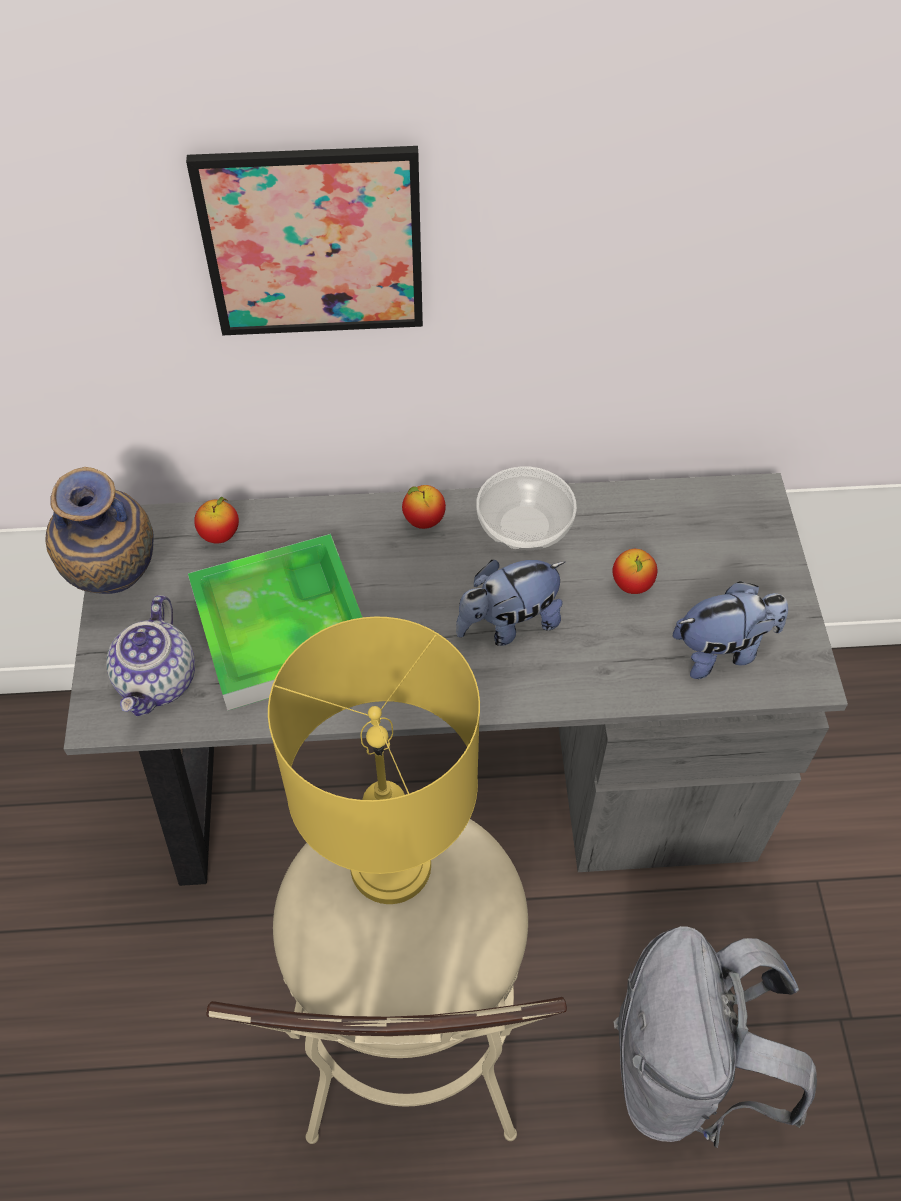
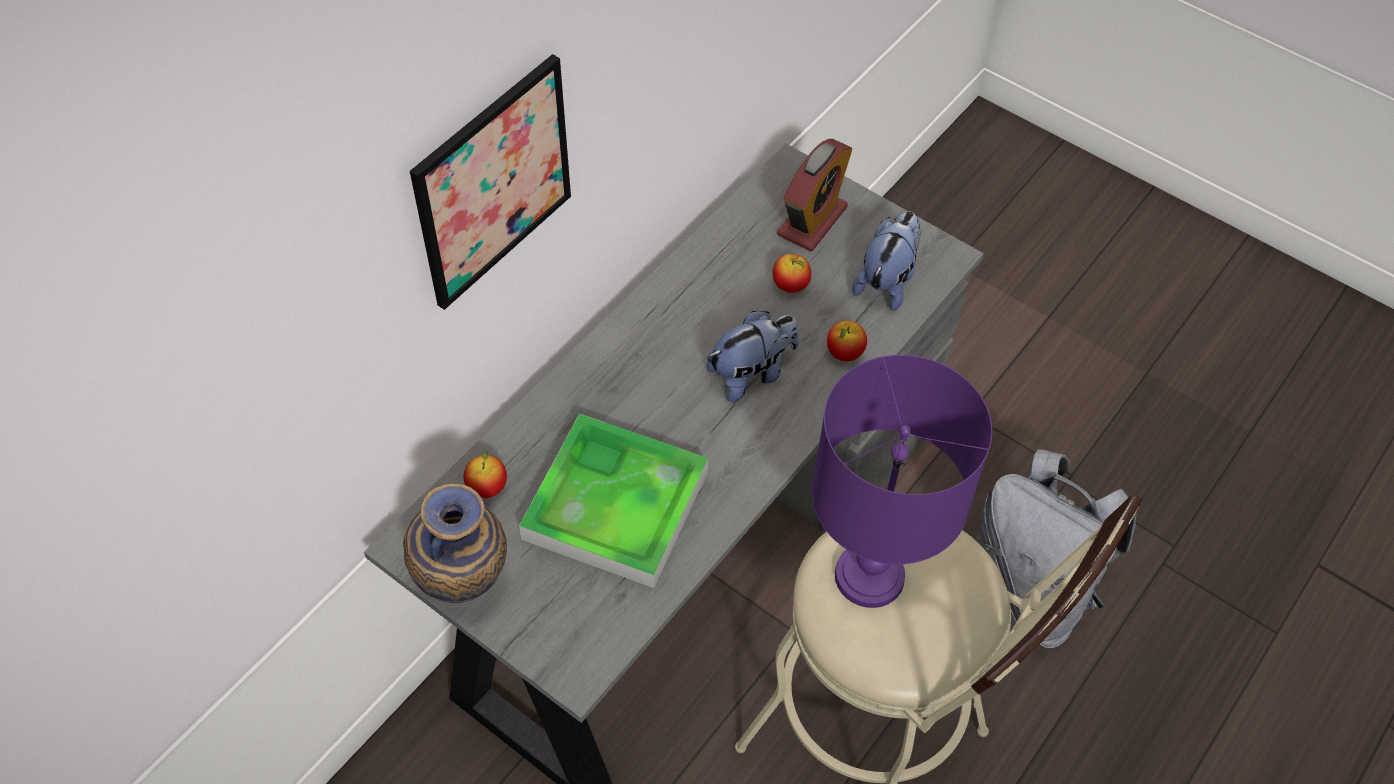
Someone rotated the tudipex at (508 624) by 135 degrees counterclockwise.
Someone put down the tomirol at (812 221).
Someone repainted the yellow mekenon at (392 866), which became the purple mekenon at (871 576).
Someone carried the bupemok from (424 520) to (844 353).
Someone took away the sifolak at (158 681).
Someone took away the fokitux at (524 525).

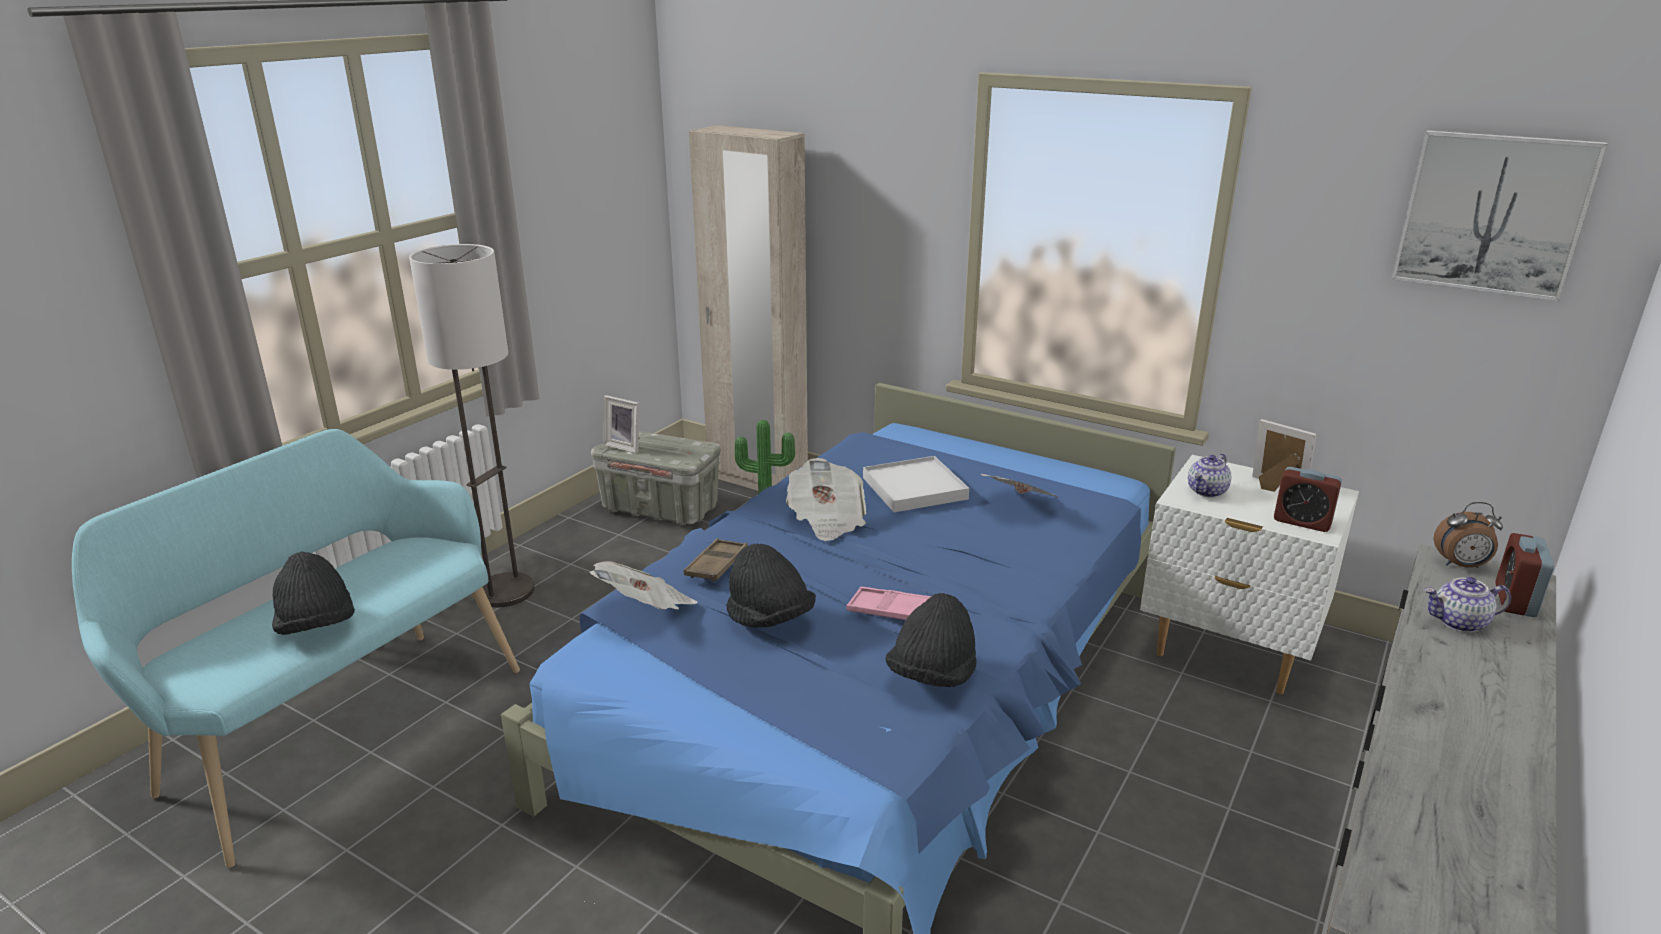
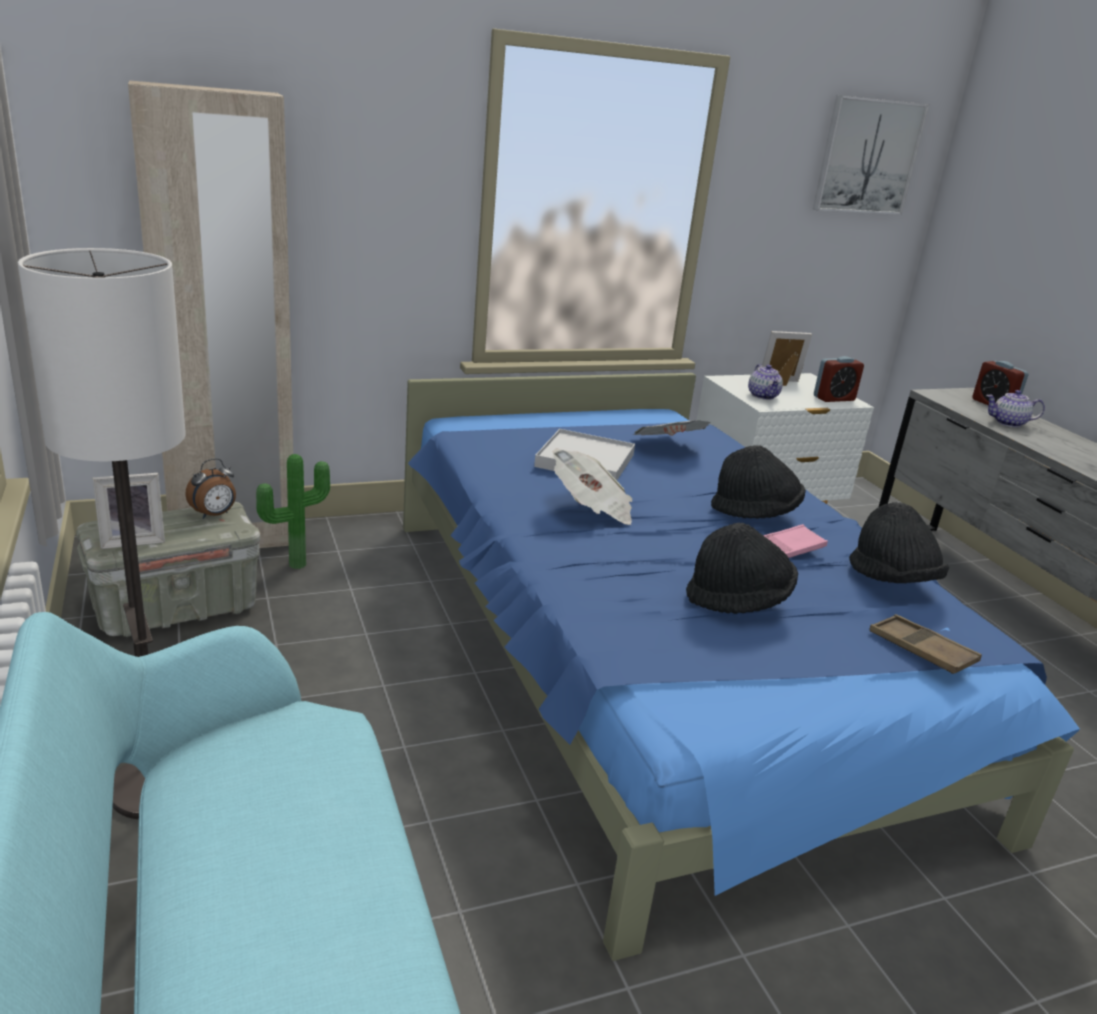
Someone carried the tomirol from (1461 565) to (214 515).
Someone carried the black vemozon from (317 626) to (755 512).
Someone carried the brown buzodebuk from (717 565) to (921 650).
Someone rotated the sifolak at (1459 623) by 60 degrees clockwise.
Someone took away the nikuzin at (646 609).

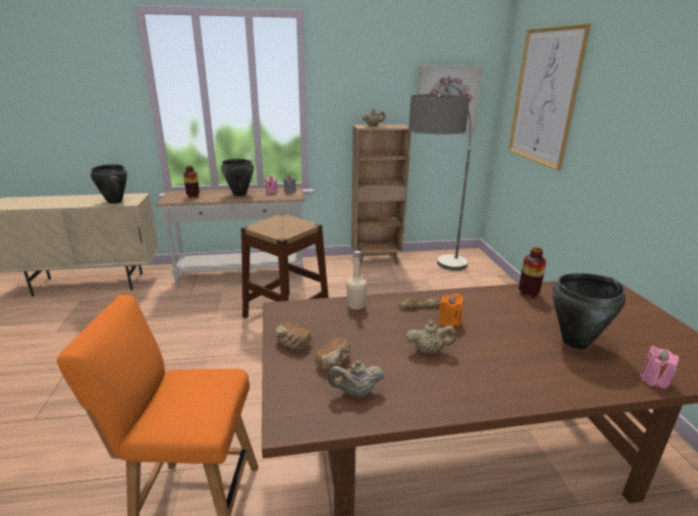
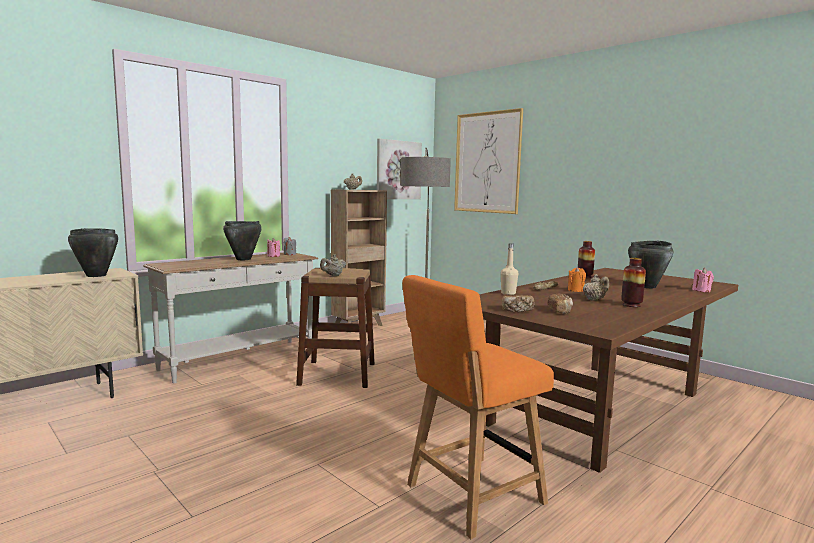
Someone carried the beige sifolak from (356 393) to (333 275).
Someone carried the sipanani from (193 196) to (631 305).

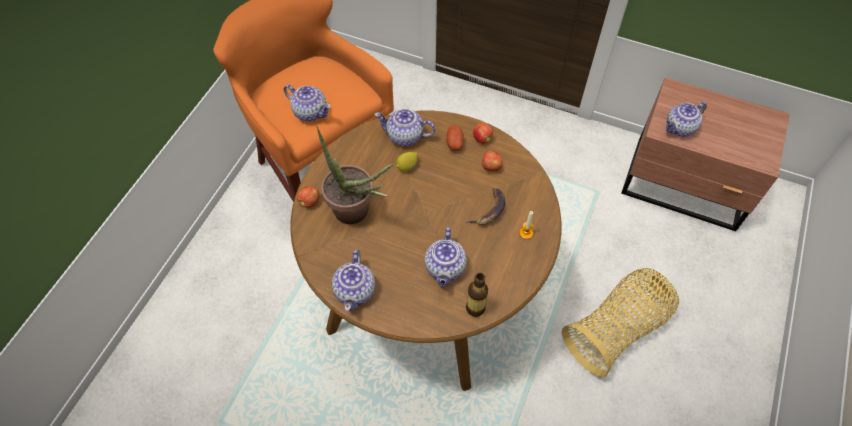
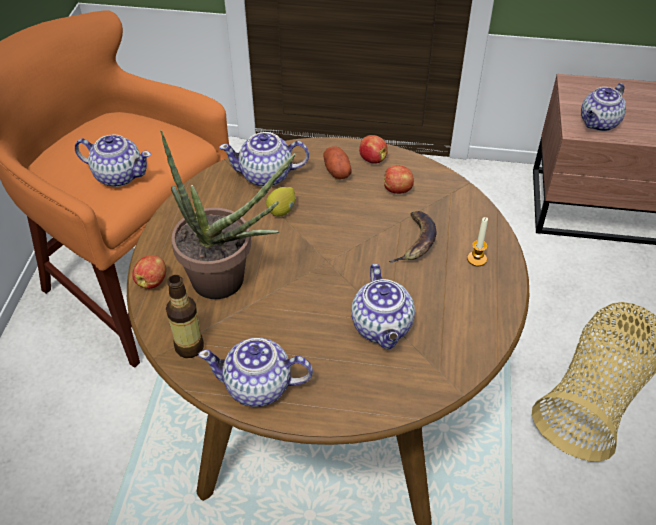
Someone carried the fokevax from (475 308) to (189 347).
Someone rotated the sifolak at (355 291) by 105 degrees clockwise.

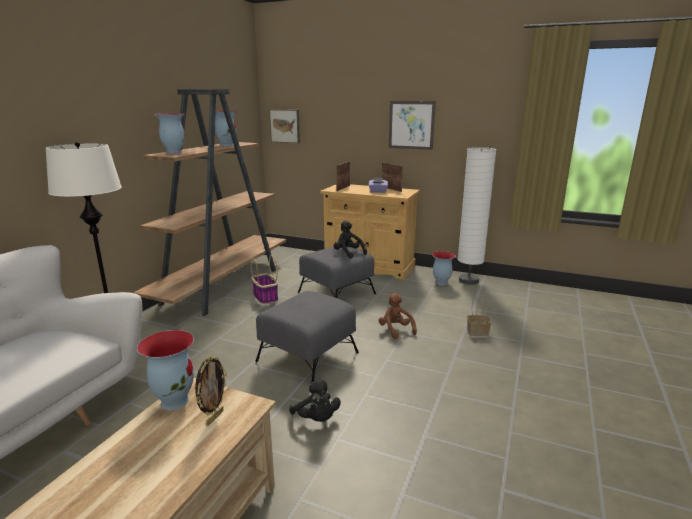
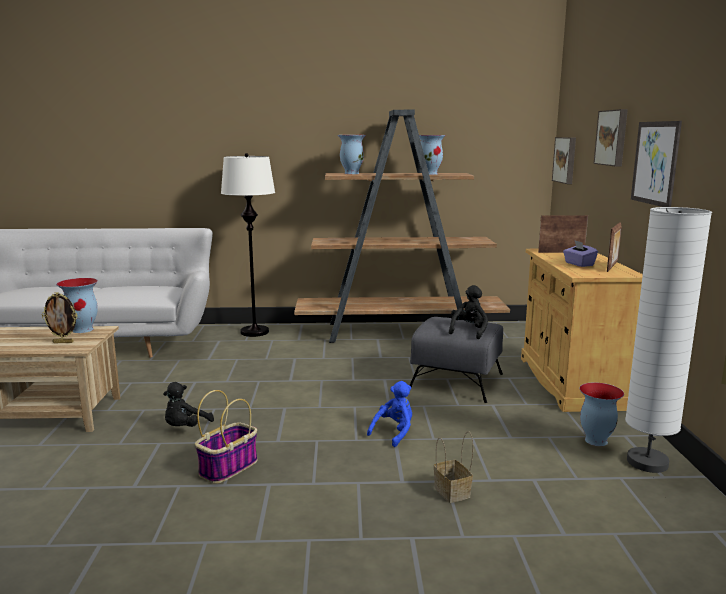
Someone carried the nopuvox from (265 297) to (228 467).
Someone repainted the brown tudipex at (395 330), which became the blue tudipex at (394 433).
Someone put up the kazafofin at (613 137).
Someone took away the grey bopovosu at (308 356).

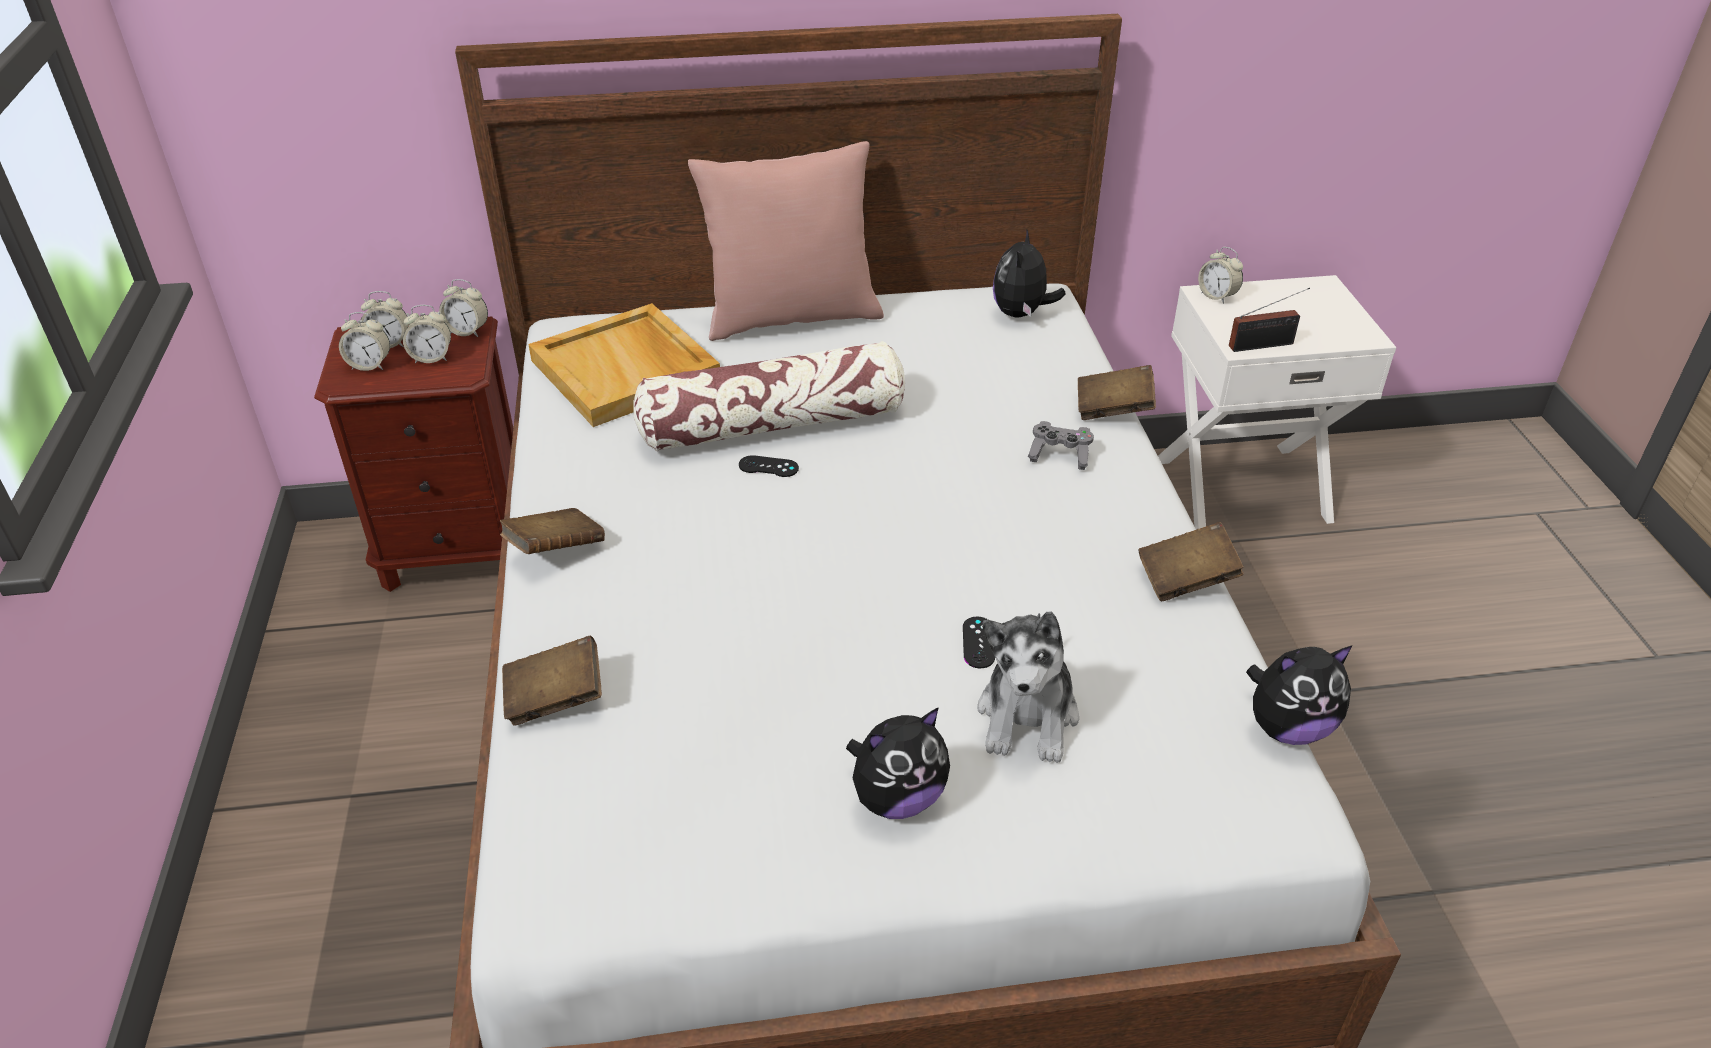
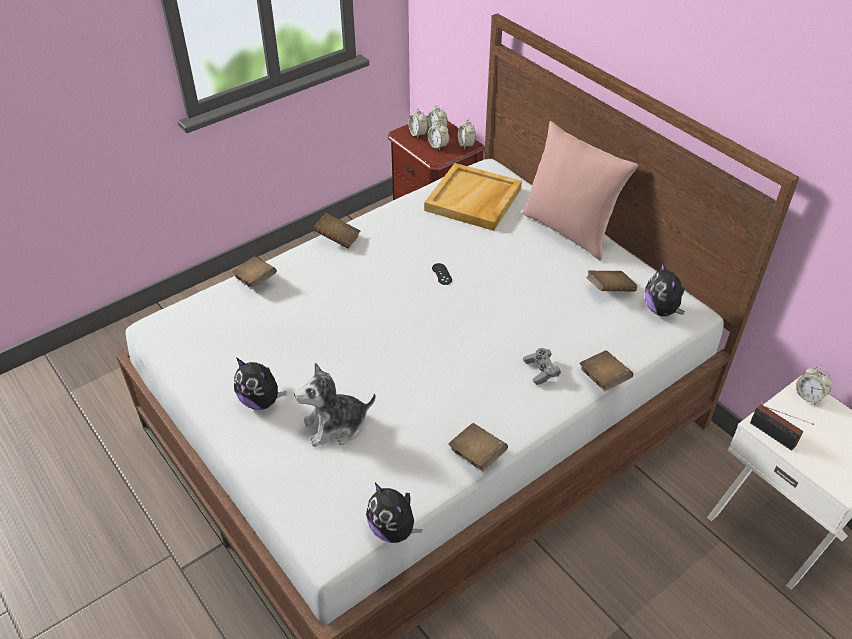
Someone put down the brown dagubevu at (609 290).
Someone rotated the tudipex at (1021 314) by 90 degrees counterclockwise.
Someone rotated the tomirol at (1217 296) by 60 degrees counterclockwise.
Someone took away the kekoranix at (773 424).
Someone took away the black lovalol at (978 642).

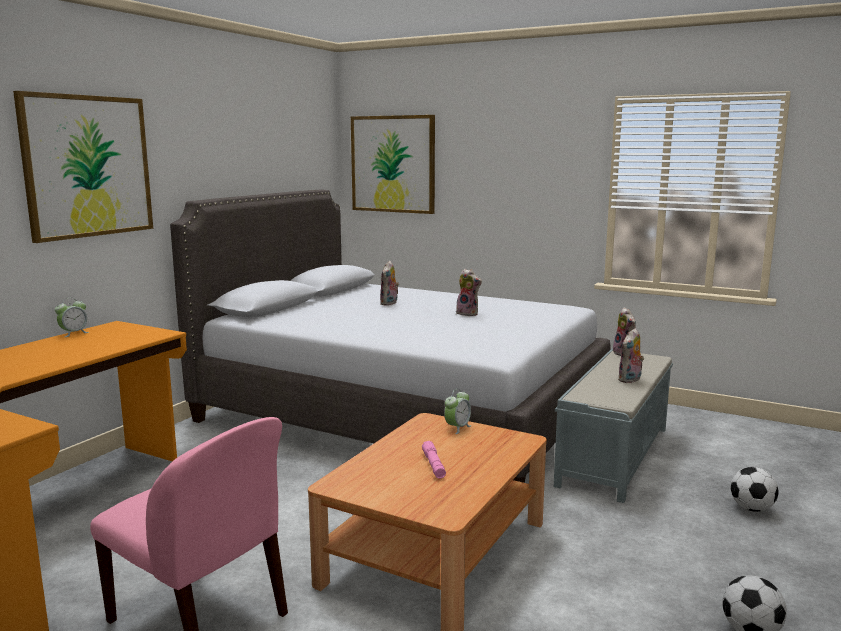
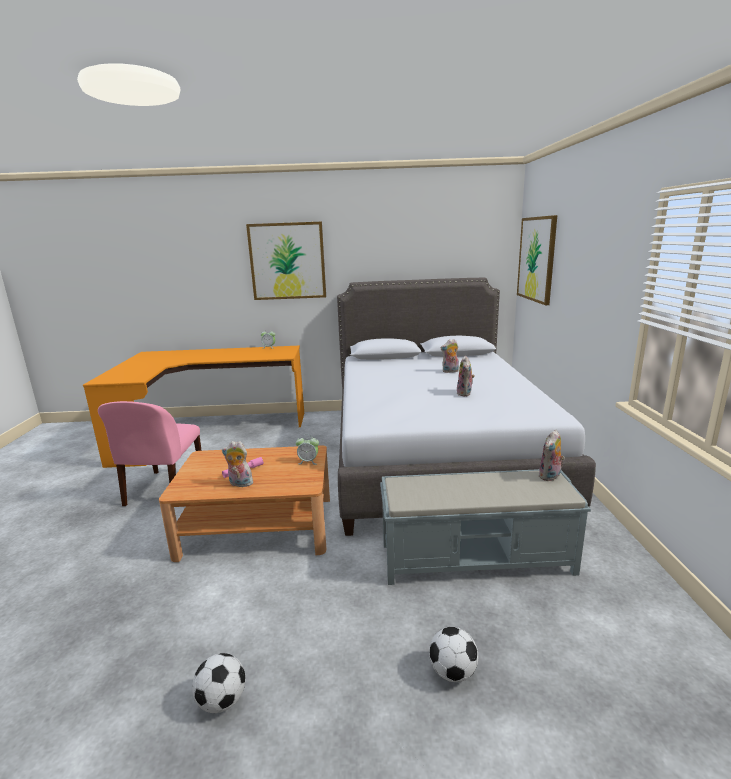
Someone carried the tudipex from (630 380) to (239 484).

